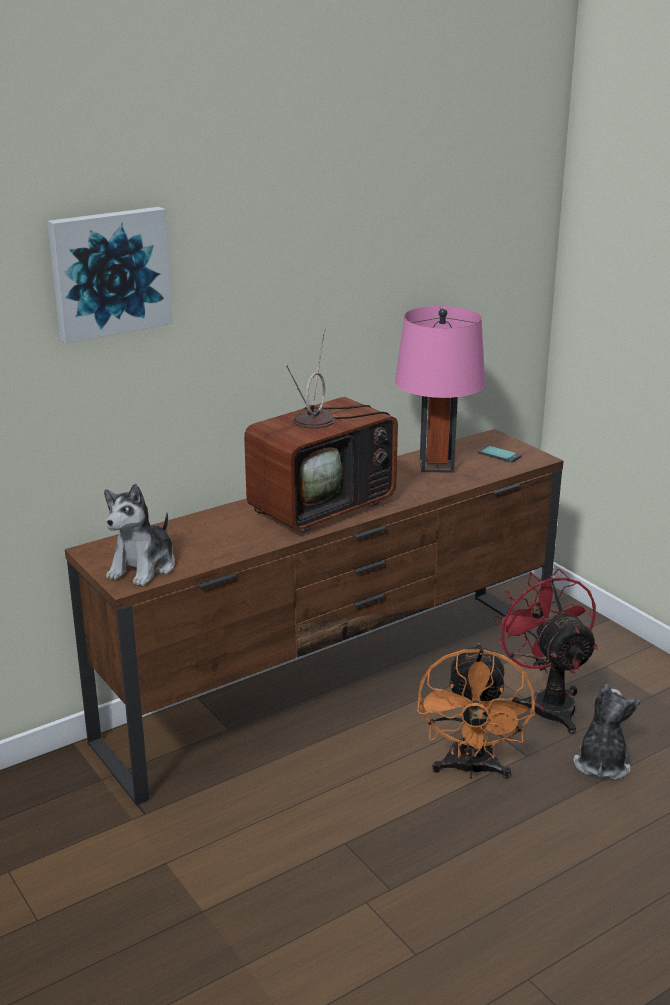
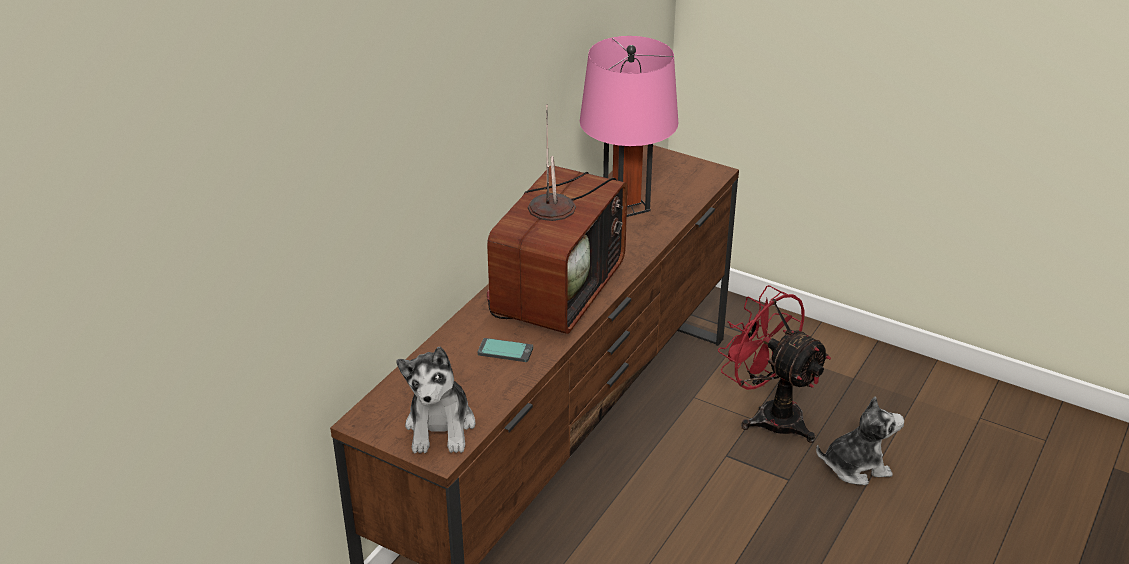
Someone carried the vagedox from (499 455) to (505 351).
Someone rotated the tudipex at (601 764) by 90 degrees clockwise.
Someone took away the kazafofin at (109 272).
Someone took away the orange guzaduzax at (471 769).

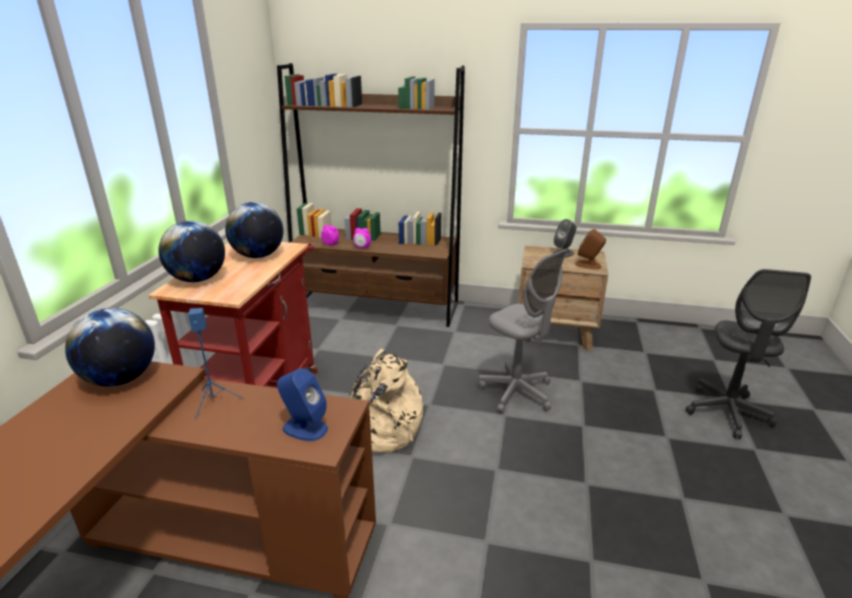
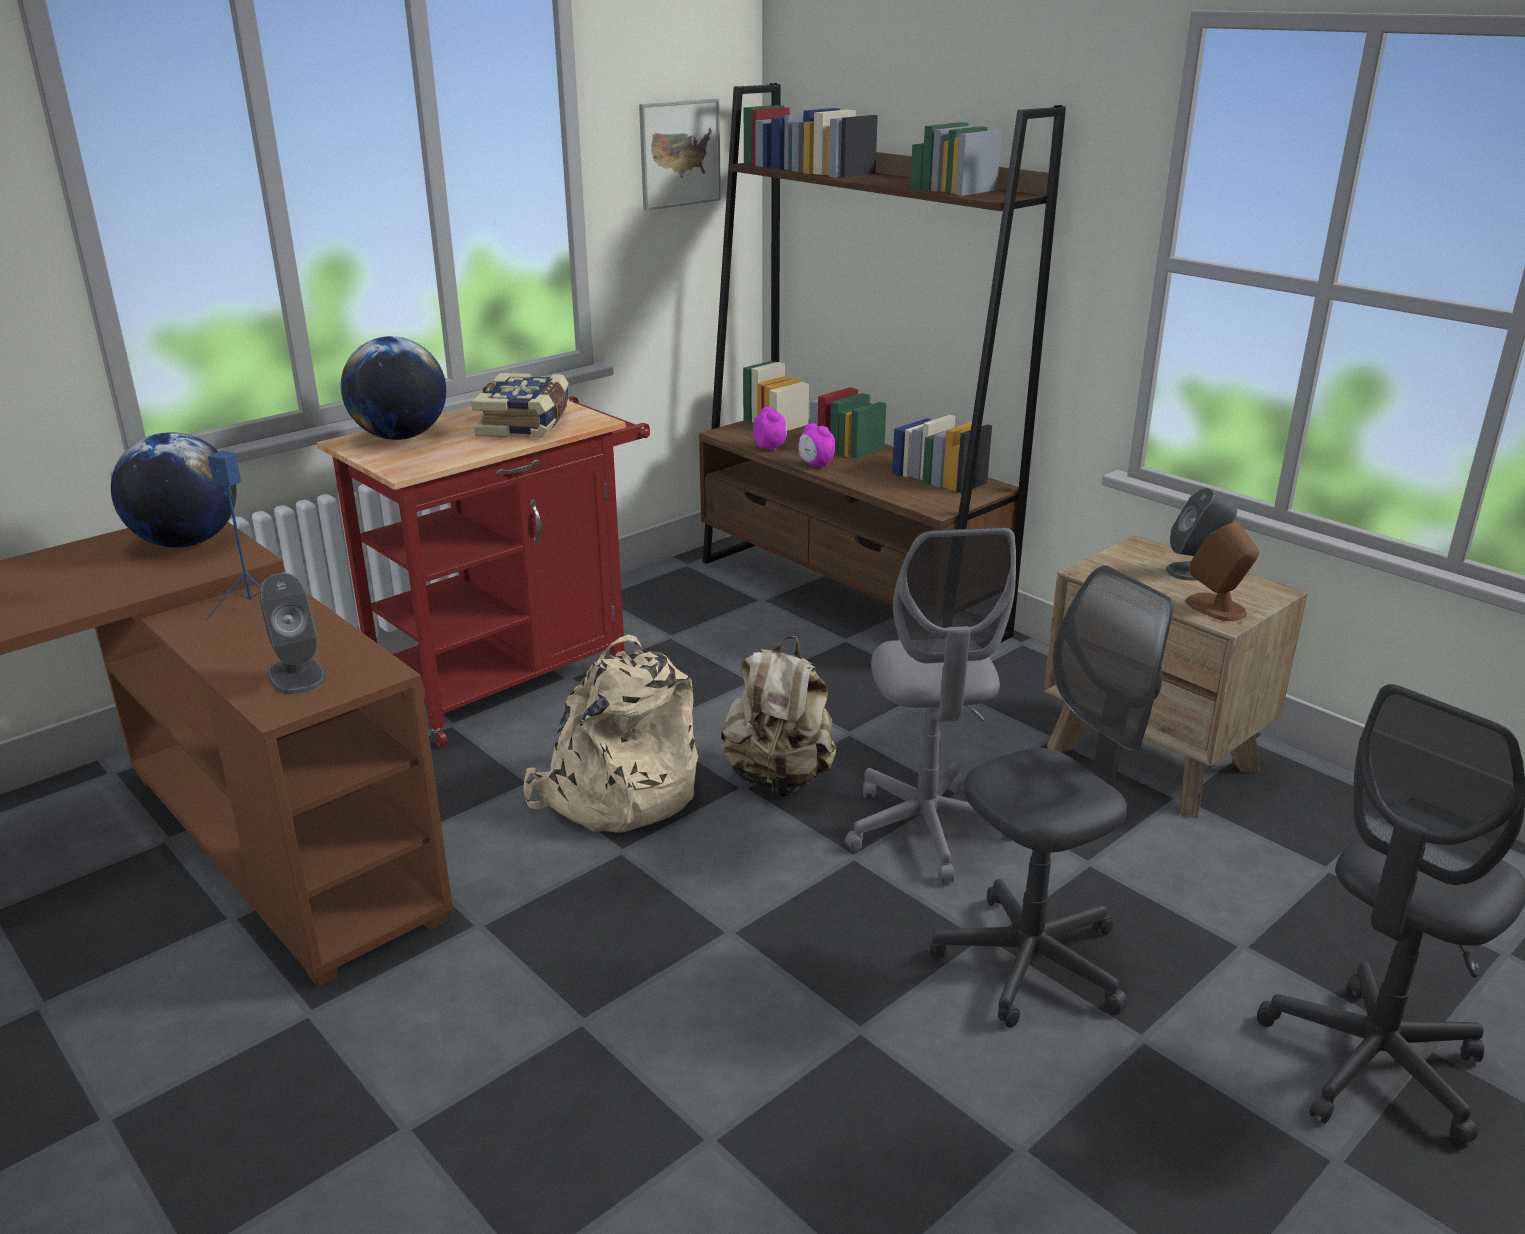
Someone repainted the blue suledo at (304 428), which became the grey suledo at (296 676).
Someone swapped the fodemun at (258 256) for the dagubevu at (526 423).
Someone put up the kazafofin at (680 154).
Someone put down the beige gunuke at (779 778).
Someone put down the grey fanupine at (1031 962).

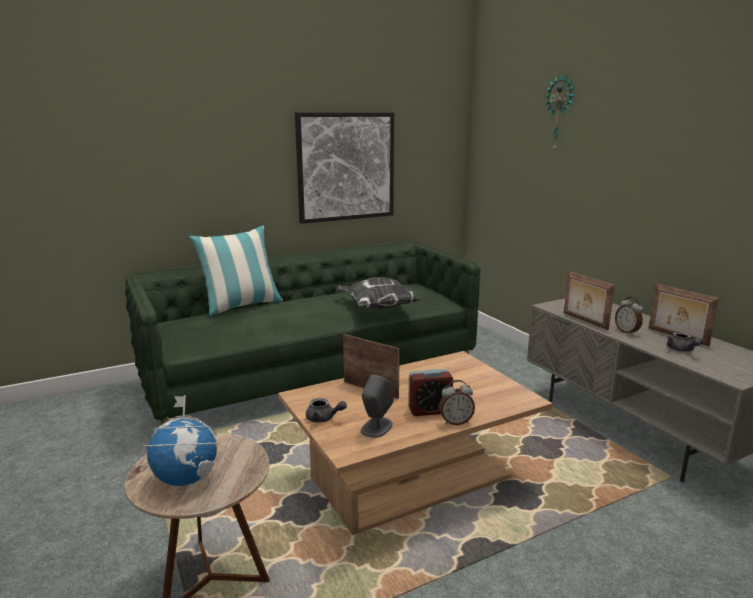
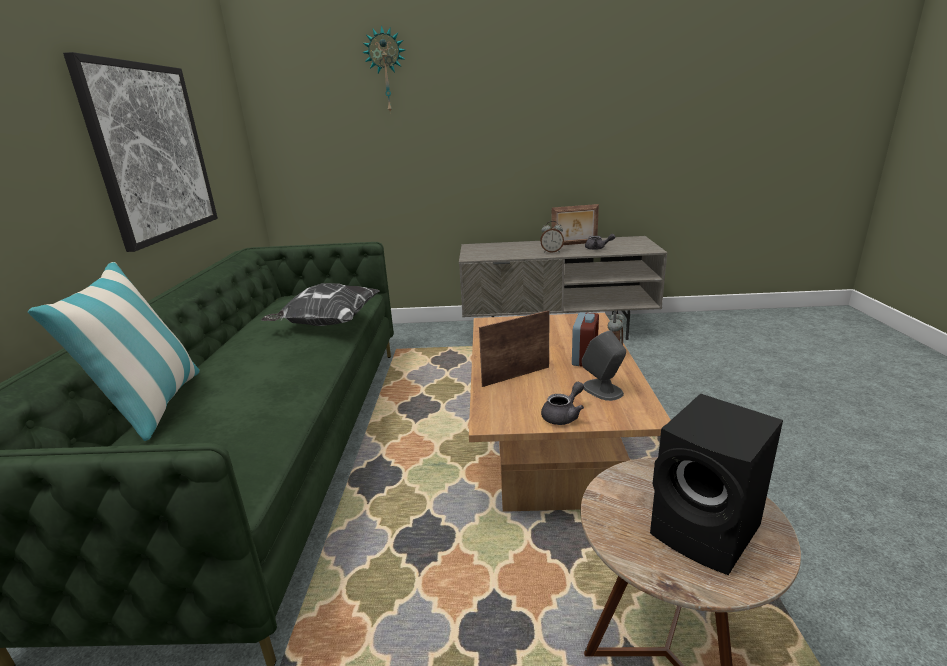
Someone swapped the fodemun at (186 478) for the black suledo at (708 533).
Someone took away the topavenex at (584 321).

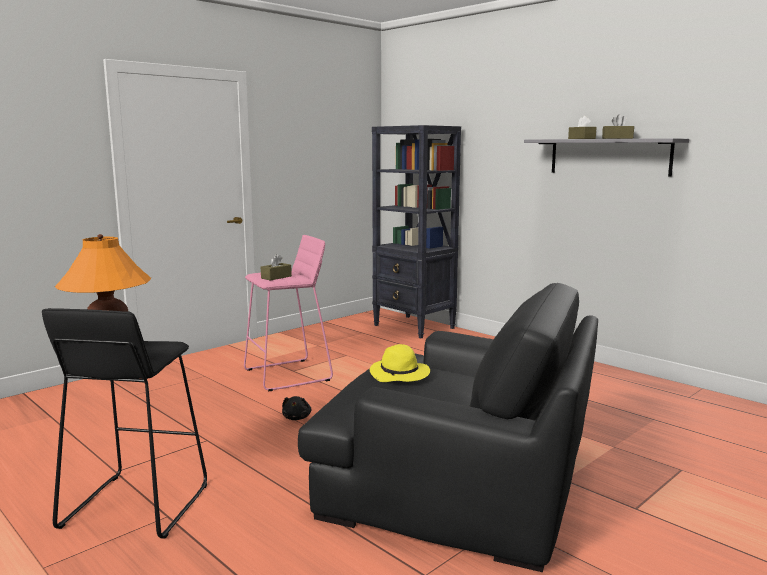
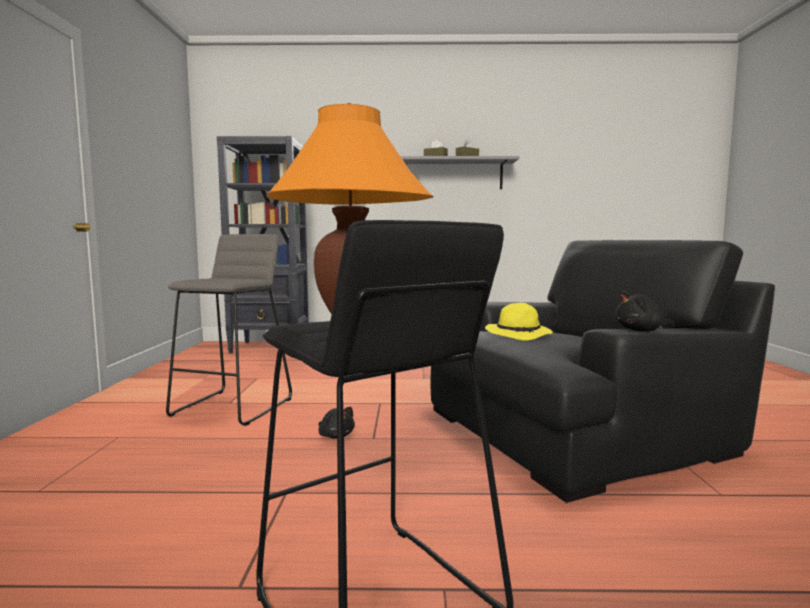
Someone repainted the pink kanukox at (288 375), which became the grey kanukox at (233 407).
Someone put down the black tudipex at (641 330).
Someone took away the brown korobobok at (276 277).

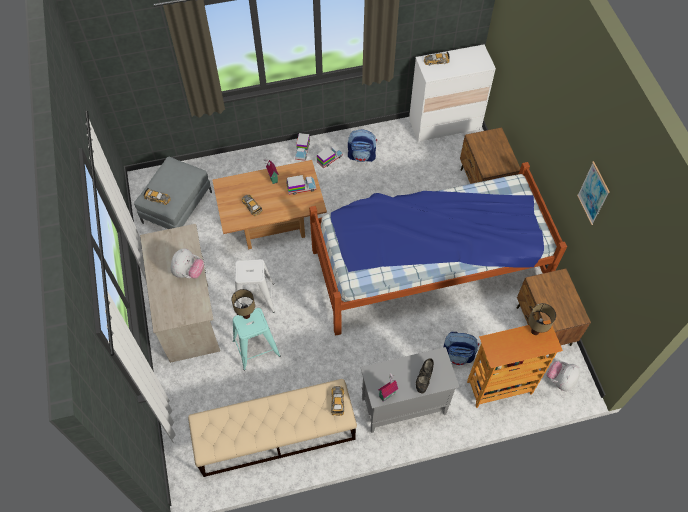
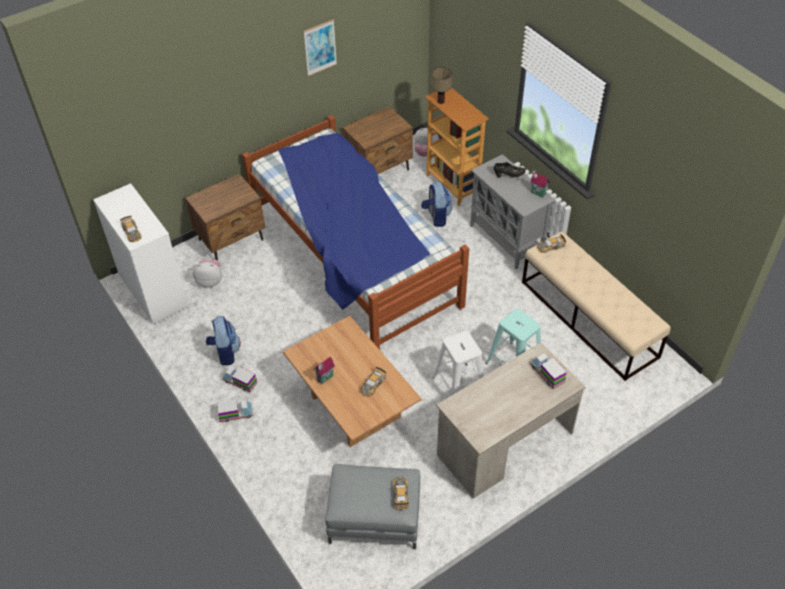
Someone carried the tudipex from (188 272) to (210 281).
Someone carried the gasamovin from (301 188) to (547 374).
Someone took away the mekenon at (246 315).

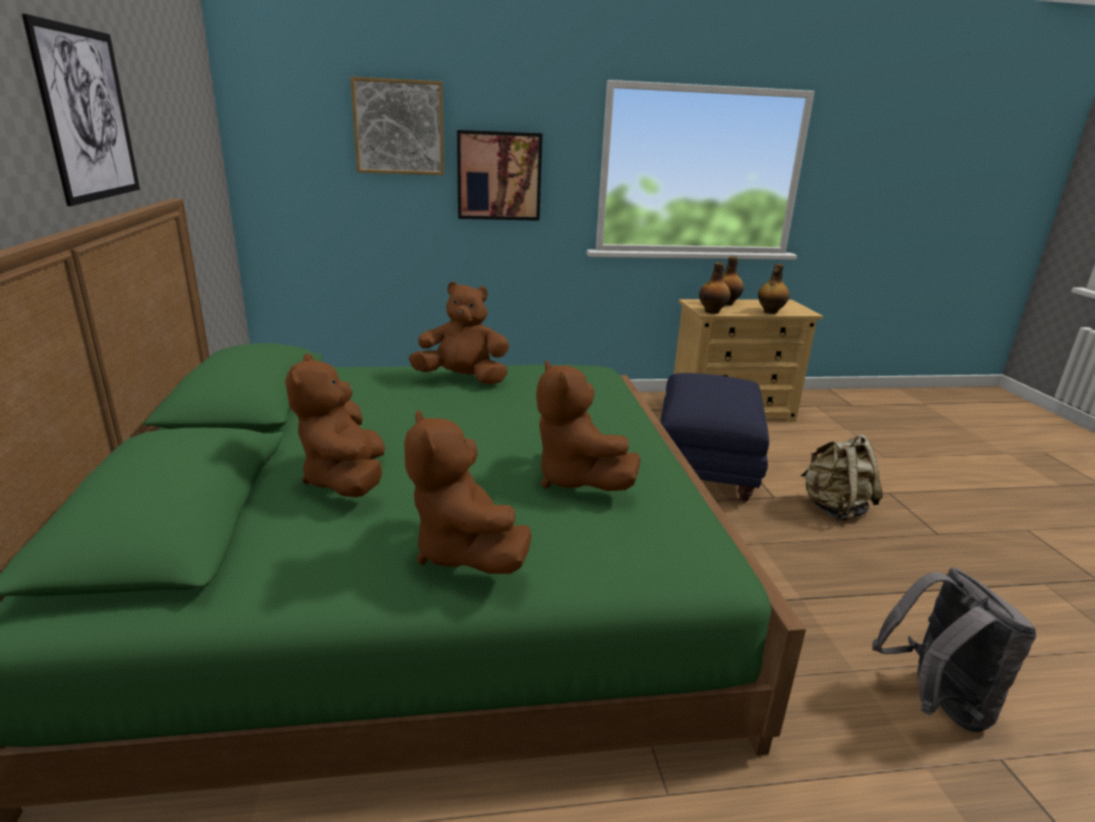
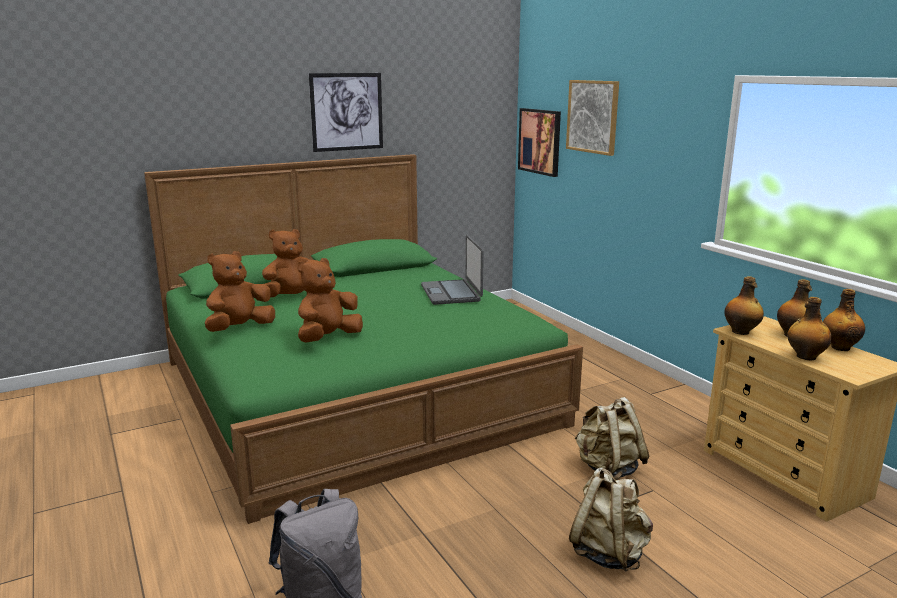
Someone swapped the brown tudipex at (463 379) for the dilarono at (451 293).
Someone carried the kazafofin from (499 176) to (540 141).
Someone swapped the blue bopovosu at (704 469) for the beige gunuke at (608 469).
Someone put down the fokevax at (839 347).

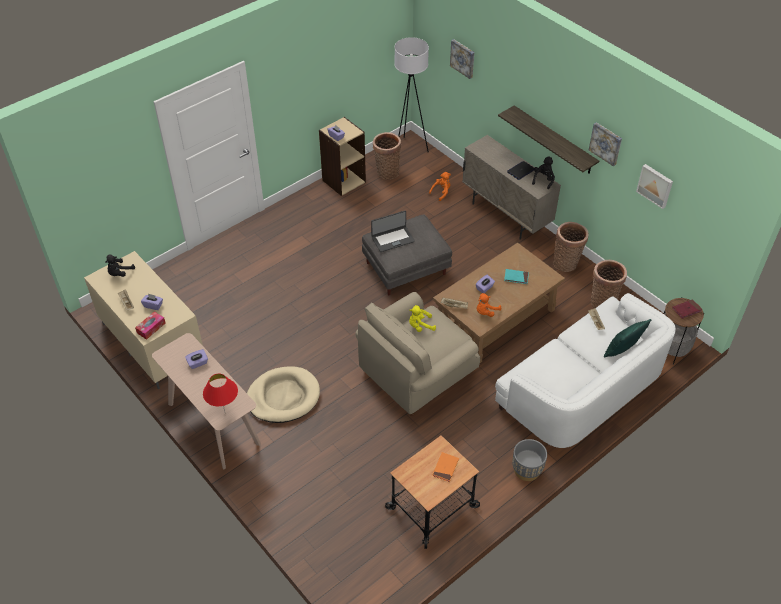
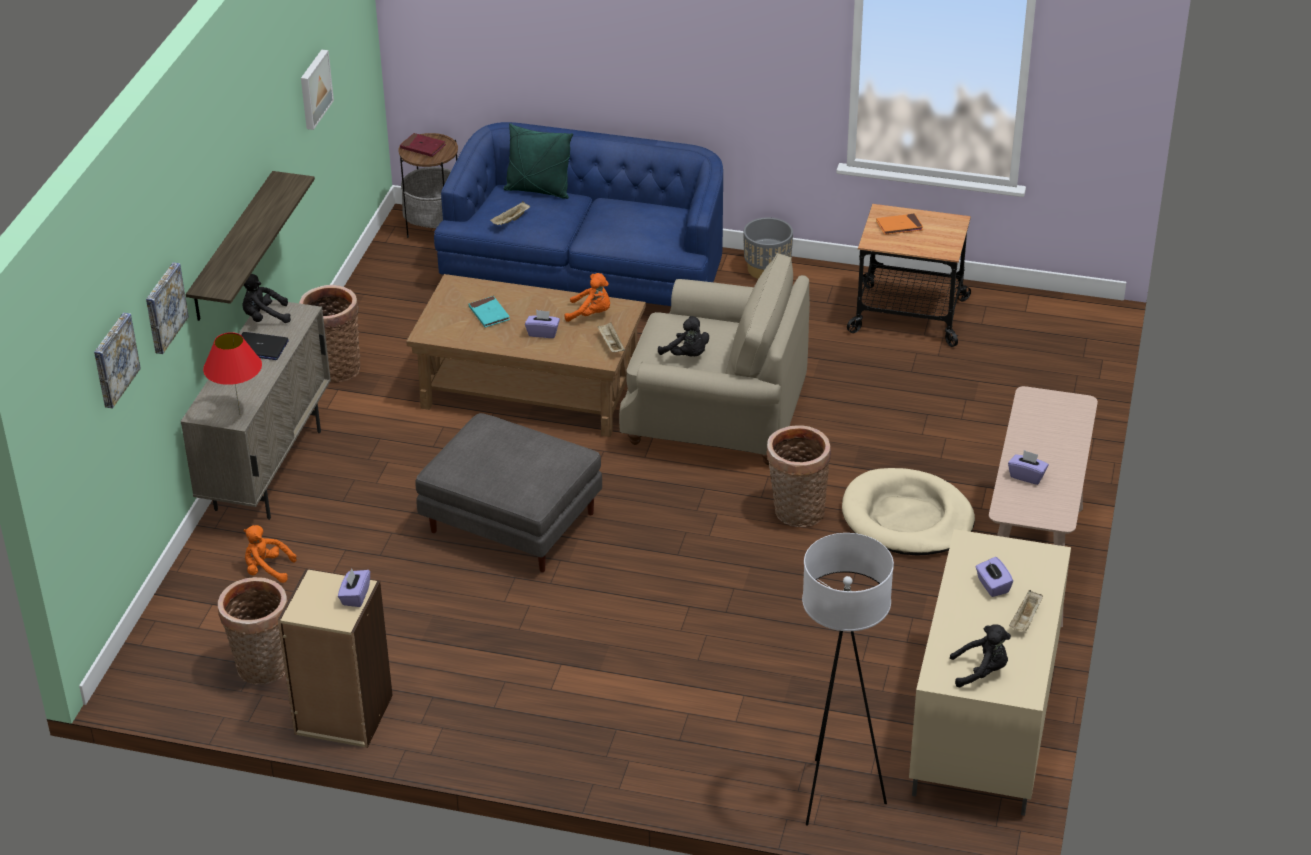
Someone carried the kazafofin from (606 143) to (163 307).
Someone carried the red mekenon from (225 413) to (240 414).
Someone repainted the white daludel at (581 389), which became the blue daludel at (587 273).
Someone repainted the yellow tudipex at (420 326), which became the black tudipex at (687 355).
Someone carried the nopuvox from (603 301) to (796 513).
Someone carried the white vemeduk from (409 148) to (835 794).
Someone took away the korobobok at (151 328).
Someone took away the dilarono at (392 239).

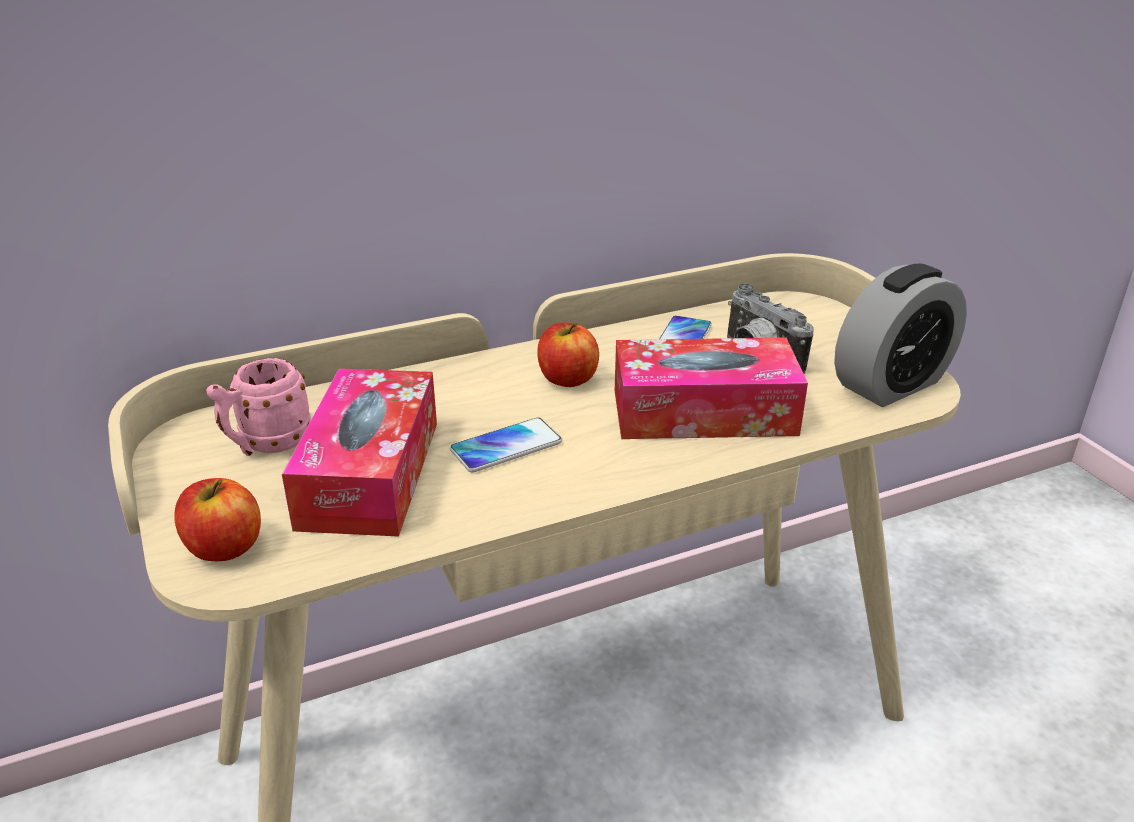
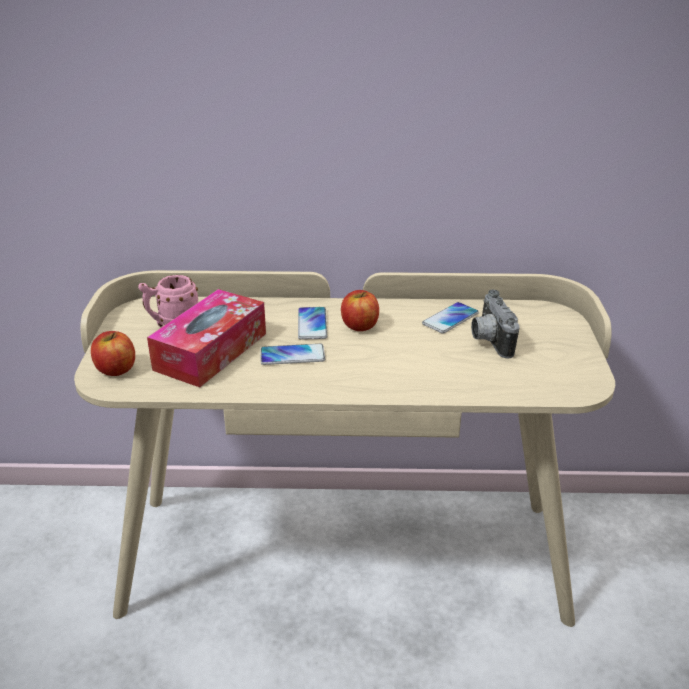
Someone put down the vagedox at (312 324).
Someone took away the korobobok at (703 412).
Someone took away the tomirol at (891 384).

